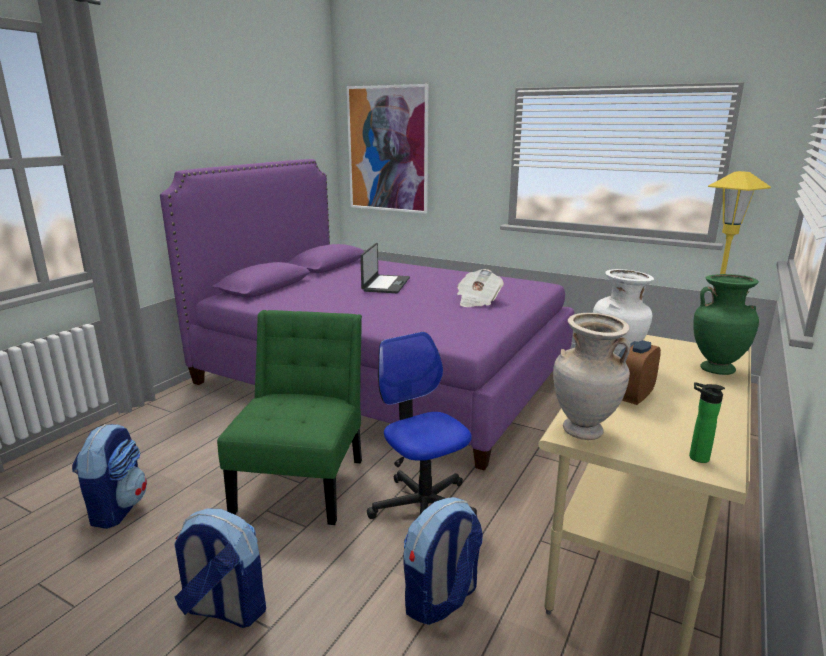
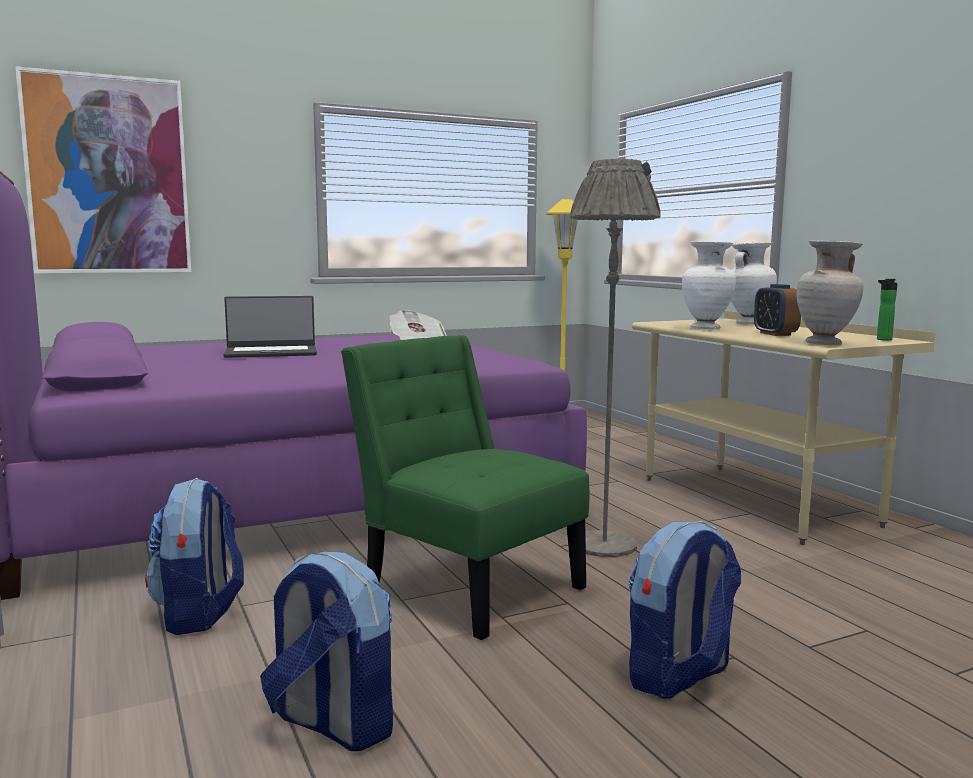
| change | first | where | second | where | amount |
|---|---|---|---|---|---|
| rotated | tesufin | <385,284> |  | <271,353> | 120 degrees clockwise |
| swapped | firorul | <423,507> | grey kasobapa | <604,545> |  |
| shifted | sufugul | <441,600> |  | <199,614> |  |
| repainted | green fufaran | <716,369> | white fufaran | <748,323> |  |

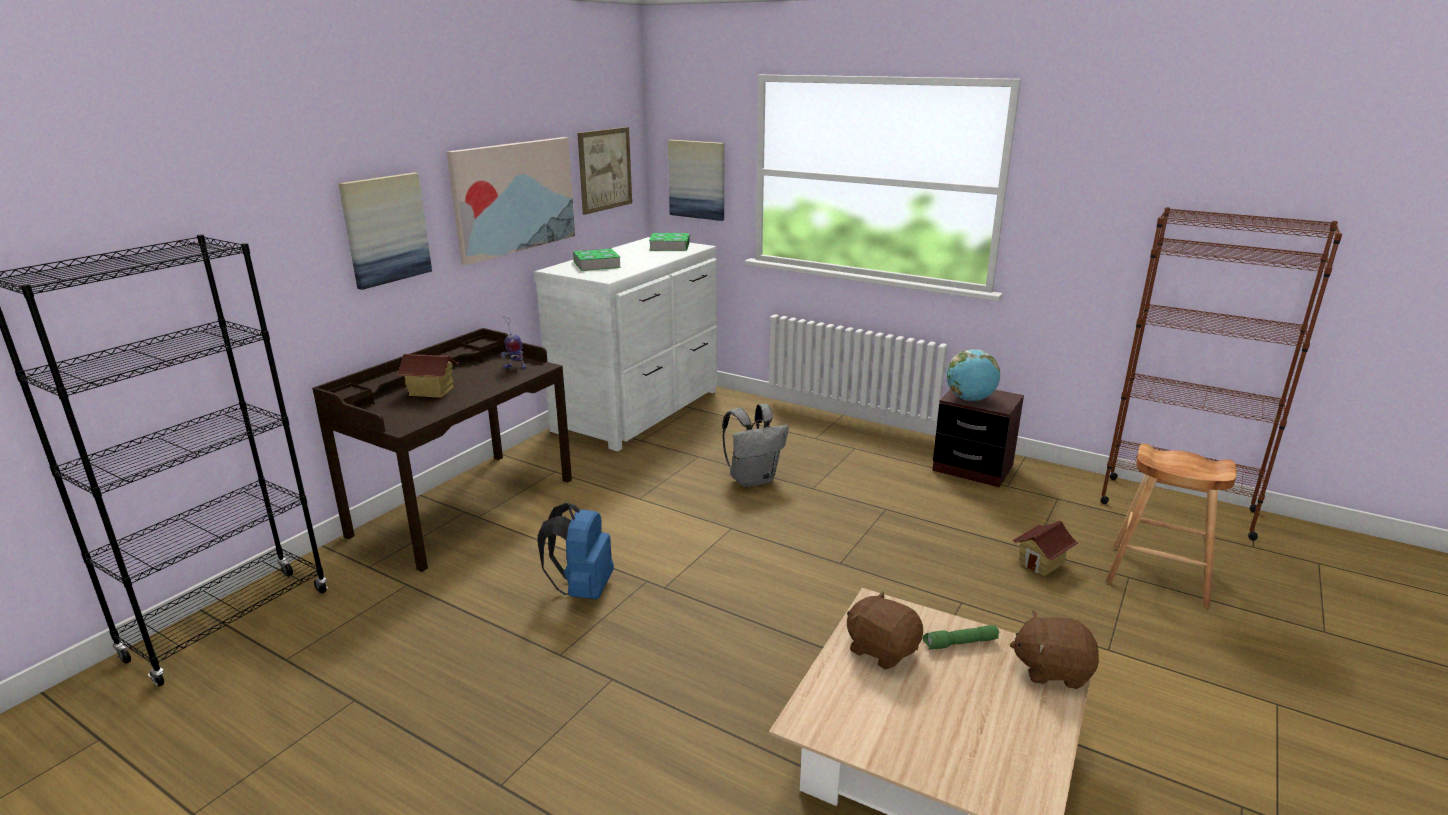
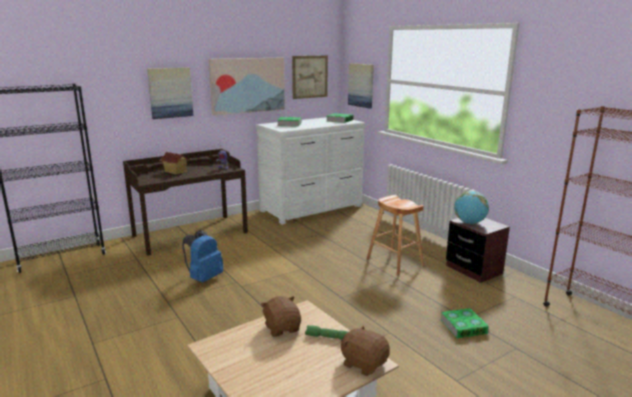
| change | first | where | second | where | amount |
|---|---|---|---|---|---|
| gone | grey sufugul | <753,479> |  |  |  |
| swapped | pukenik | <1041,563> | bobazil | <463,326> |  |
| shifted | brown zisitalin | <1158,576> |  | <395,262> |  |

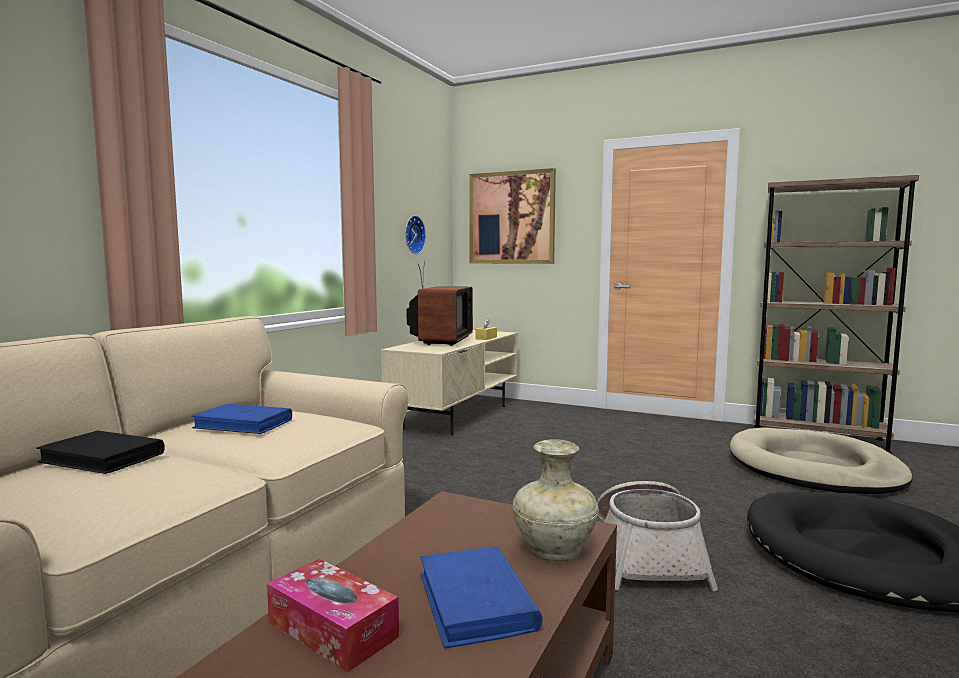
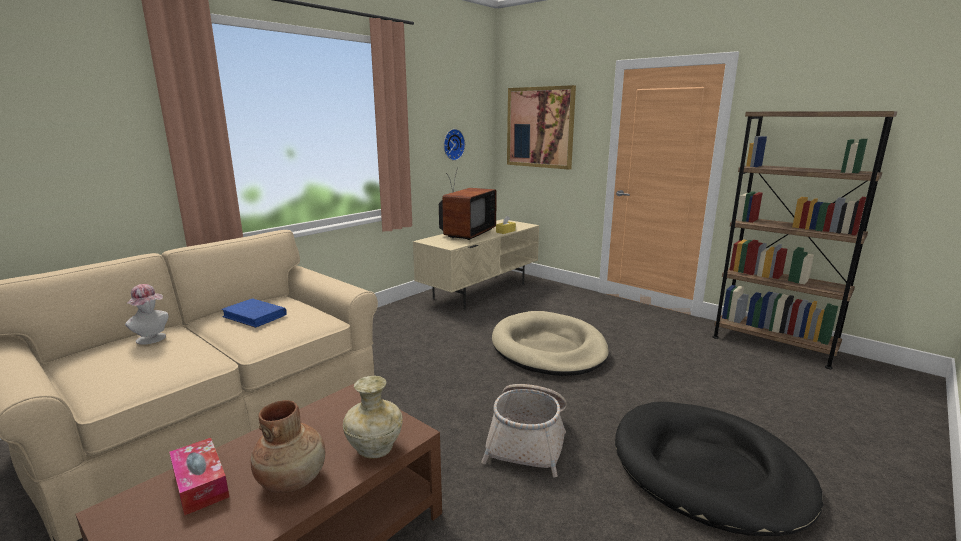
| change | first | where | second | where | amount |
|---|---|---|---|---|---|
| swapped | black bobazil | <103,458> | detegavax | <153,339> |  |
| swapped | blue bobazil | <476,601> | brown fufaran | <293,479> |  |
| shifted | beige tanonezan | <813,468> |  | <548,348> |  |

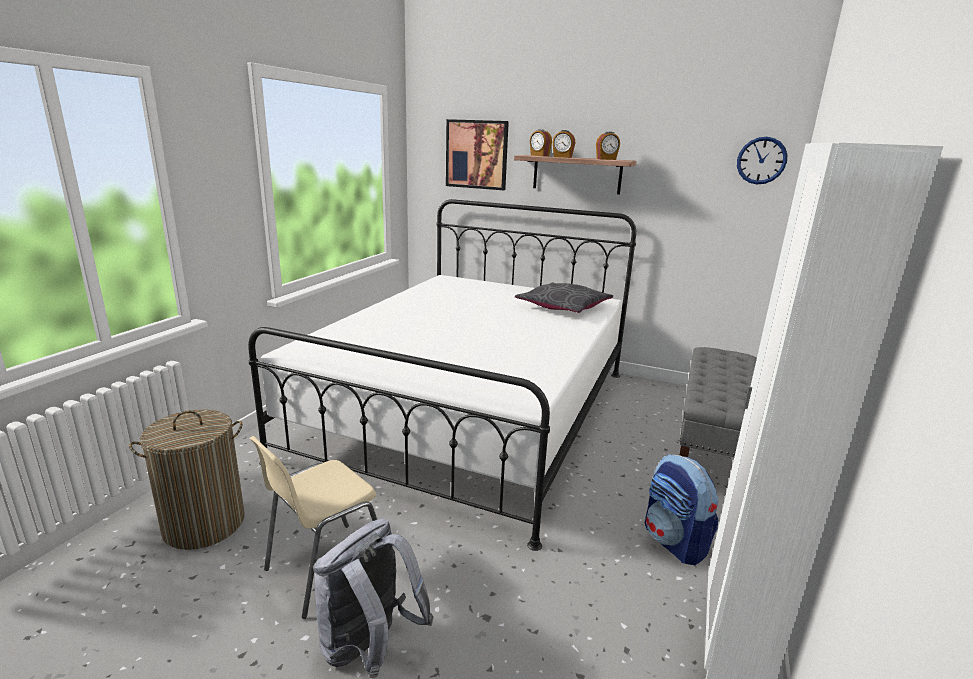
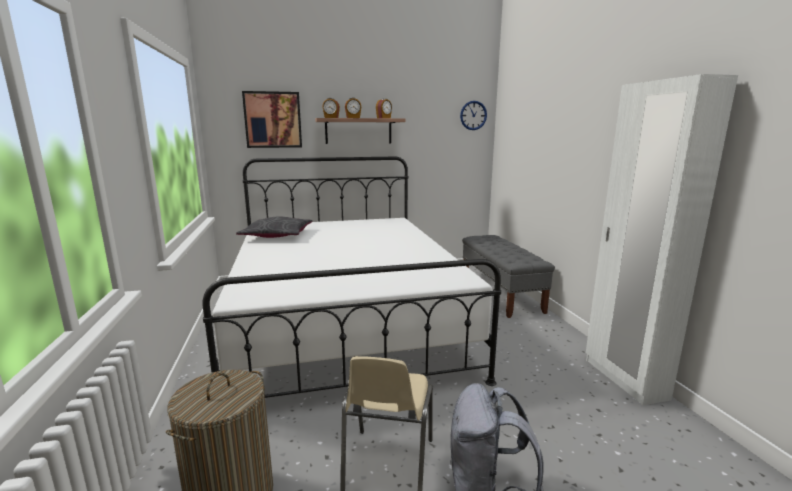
| change | first | where | second | where | amount |
|---|---|---|---|---|---|
| shifted | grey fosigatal | <563,307> |  | <277,235> |  |
| gone | sufugul | <675,542> |  |  |  |

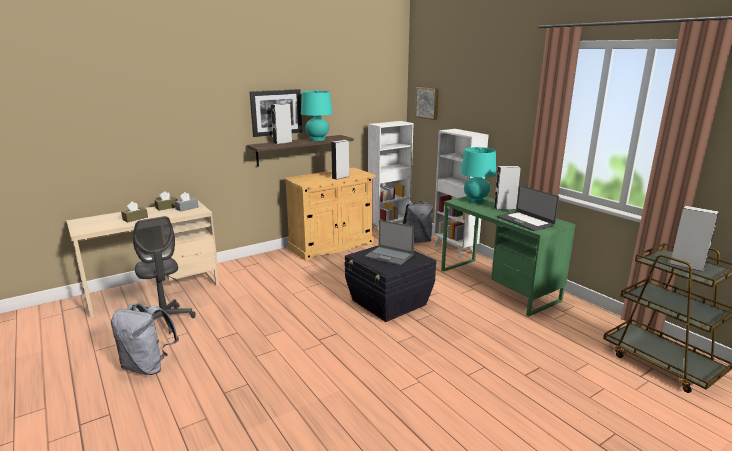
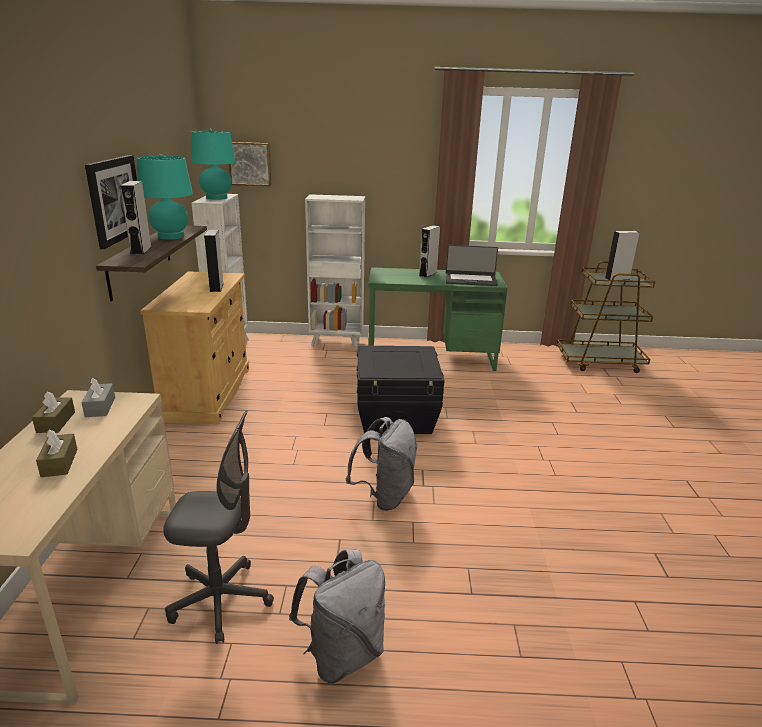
| change | first | where | second | where | amount |
|---|---|---|---|---|---|
| gone | tesufin | <389,256> |  |  |  |
| shifted | grey sufugul | <417,241> |  | <384,496> |  |
| shifted | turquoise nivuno | <475,200> |  | <216,198> |  |

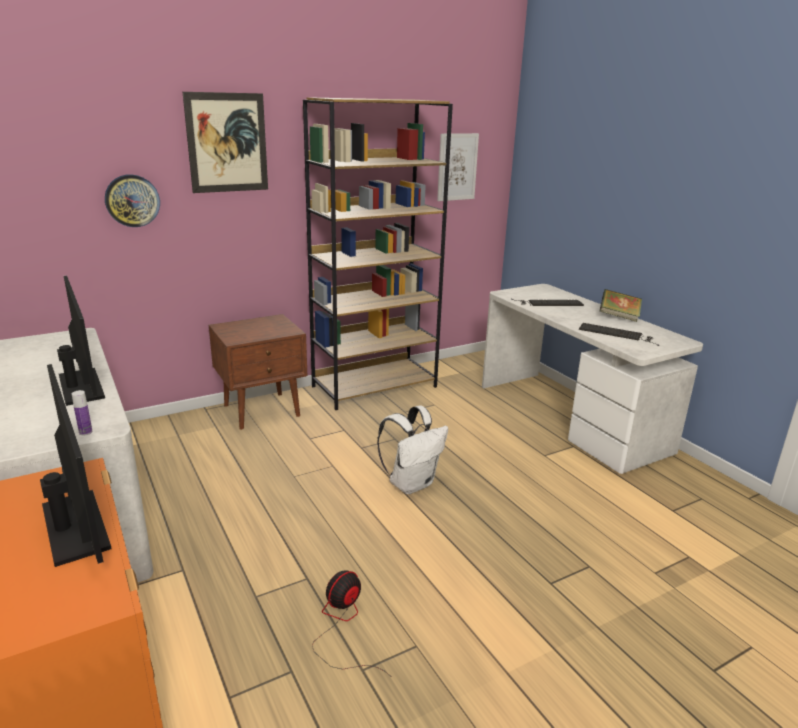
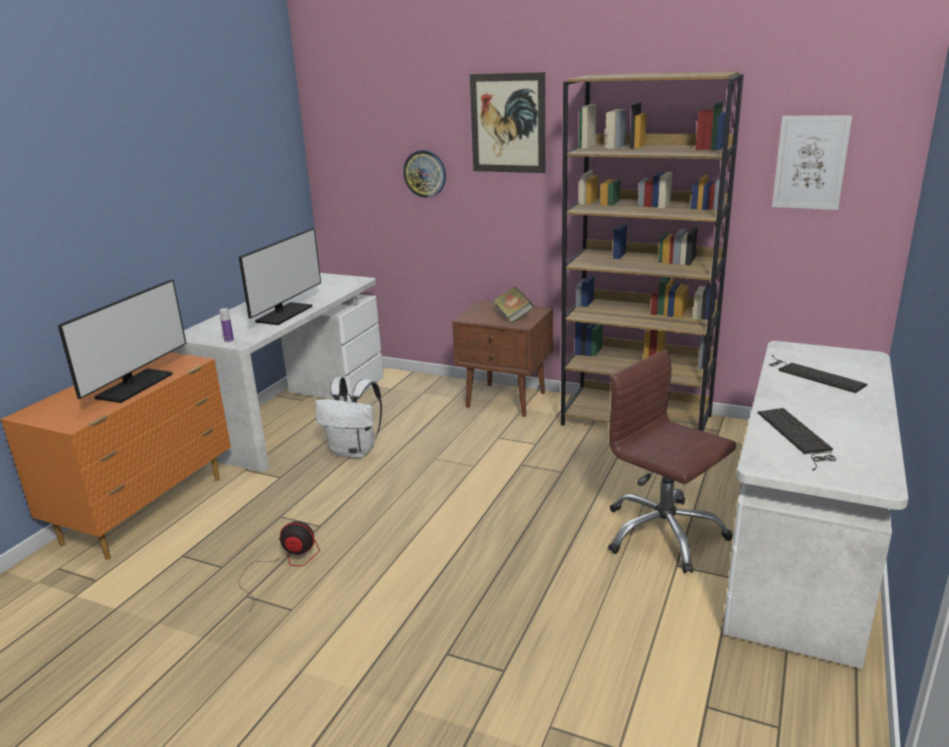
| change | first | where | second | where | amount |
|---|---|---|---|---|---|
| shifted | white sufugul | <411,483> |  | <355,451> |  |
| shifted | bobazil | <618,317> |  | <513,316> |  |
| new |  |  | brown firorul | <663,534> |  |

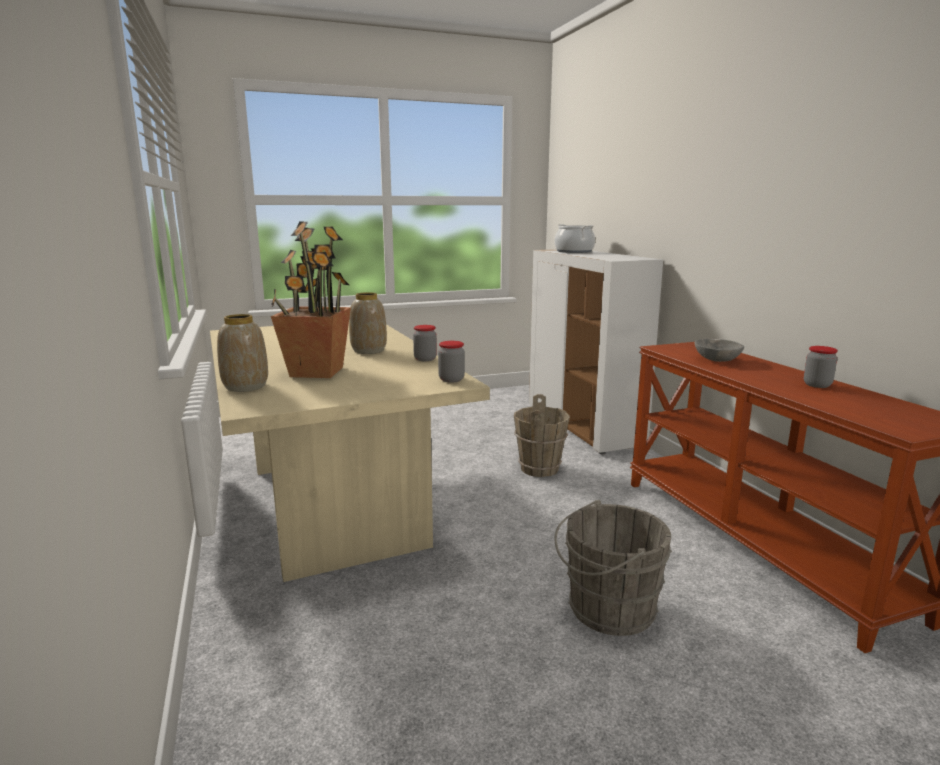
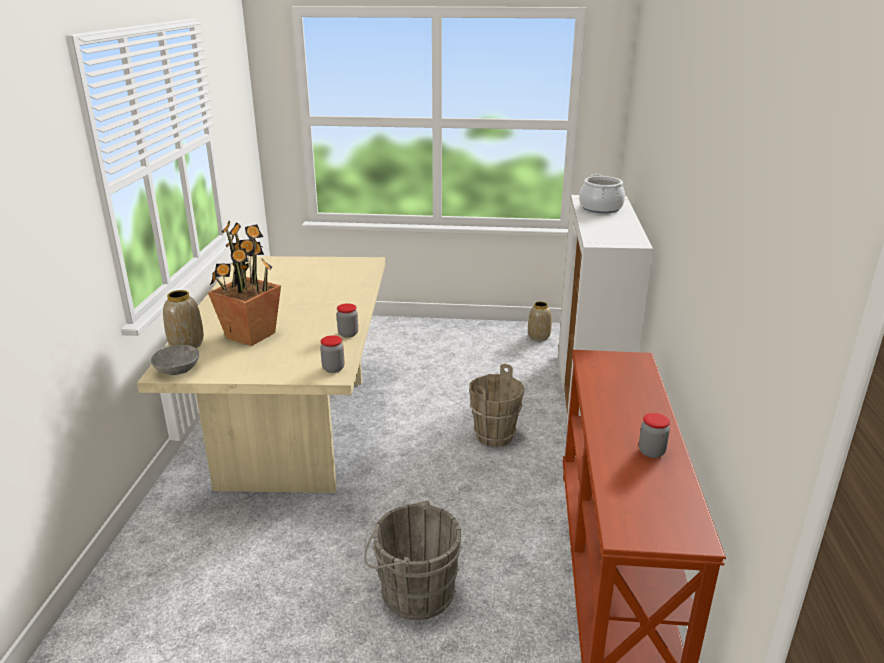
| change | first | where | second | where | amount |
|---|---|---|---|---|---|
| shifted | fufaran | <369,351> |  | <539,337> |  |
| shifted | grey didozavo | <716,360> |  | <177,370> |  |

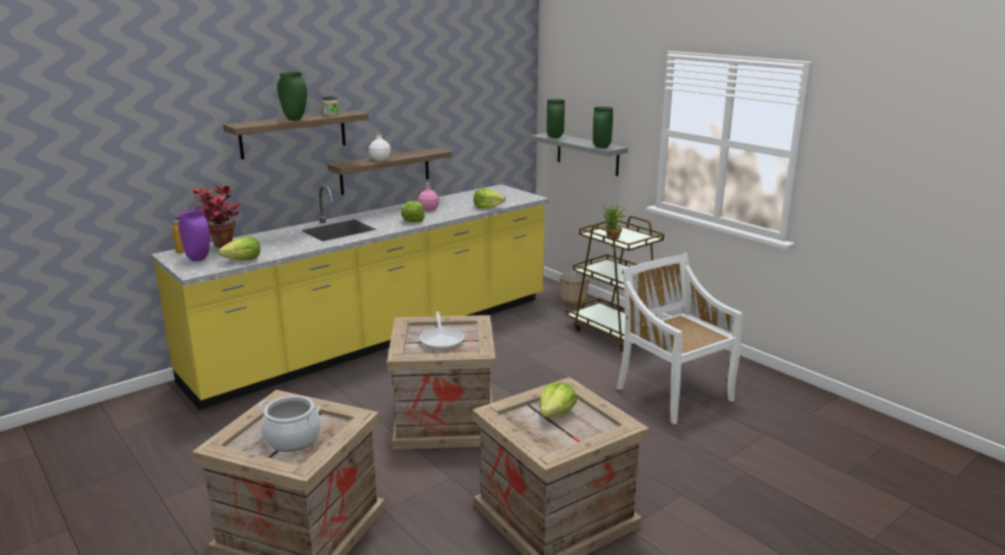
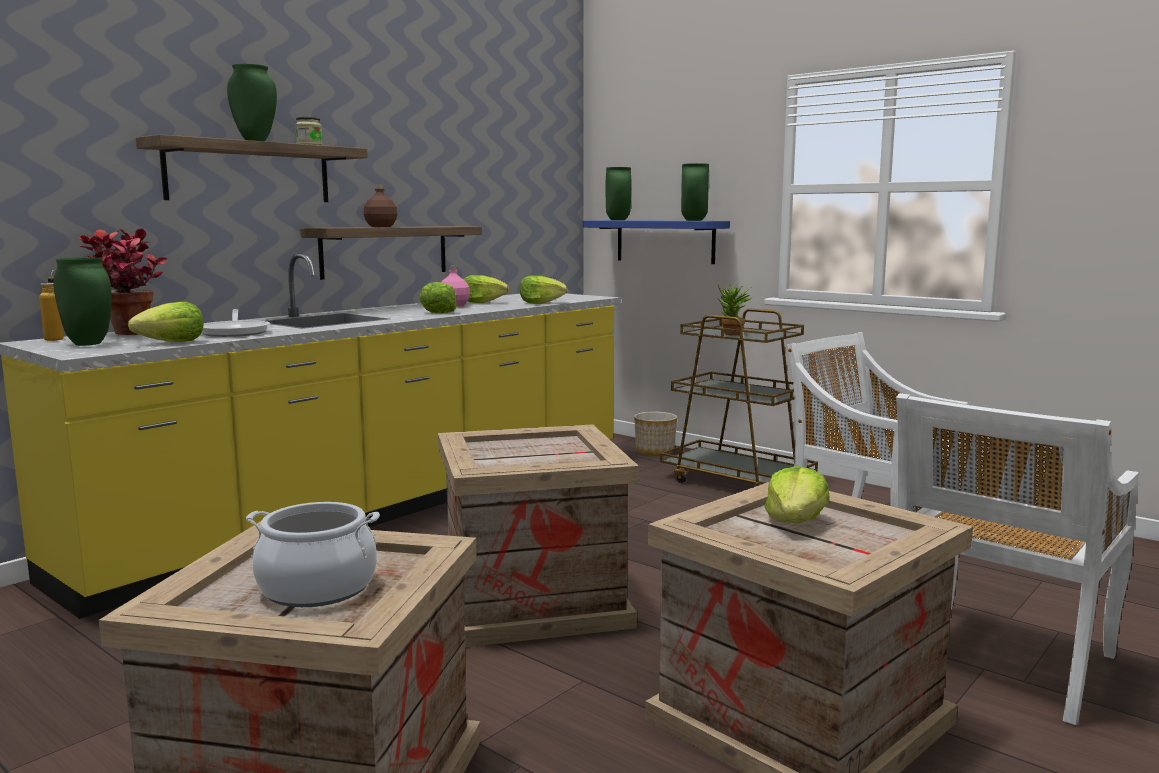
| change | first | where | second | where | amount |
|---|---|---|---|---|---|
| repainted | purple fufaran | <199,259> | green fufaran | <89,344> |  |
| repainted | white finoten | <380,159> | brown finoten | <381,226> |  |
| shifted | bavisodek | <442,339> |  | <235,332> |  |
| repainted | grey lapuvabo | <587,154> | blue lapuvabo | <665,241> |  |
| new |  |  | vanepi | <482,302> |  |
| new |  |  | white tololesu | <998,661> |  |

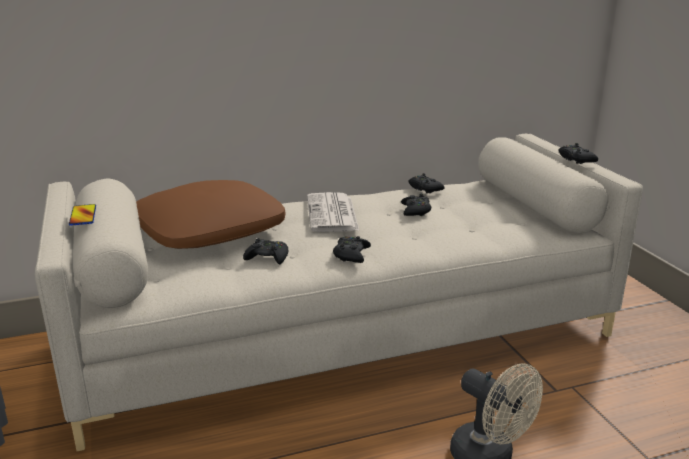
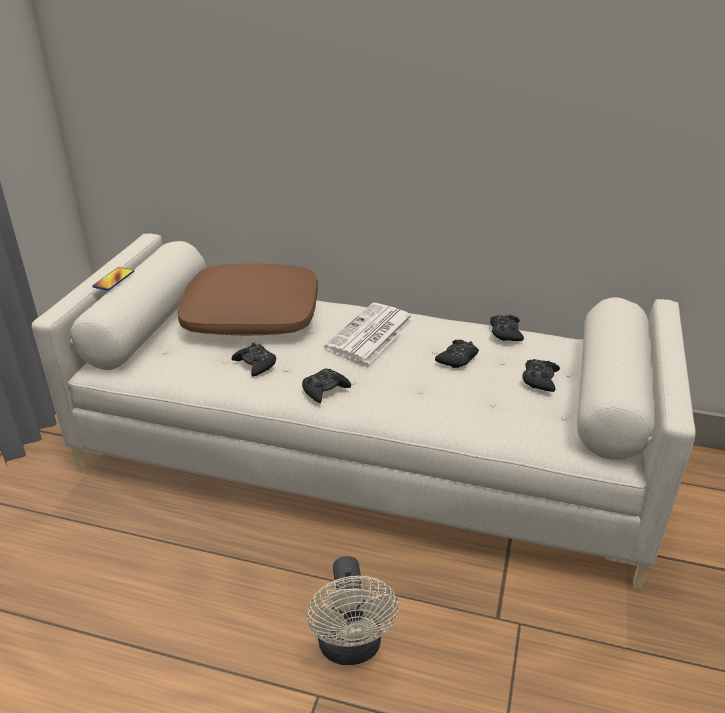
| change | first | where | second | where | amount |
|---|---|---|---|---|---|
| shifted | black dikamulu | <576,159> |  | <539,379> |  |

